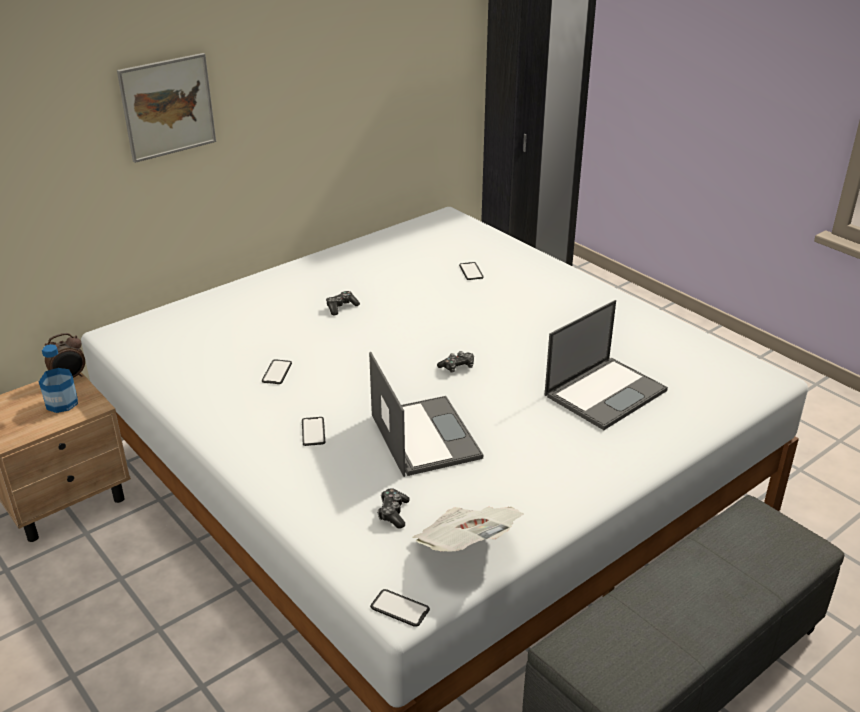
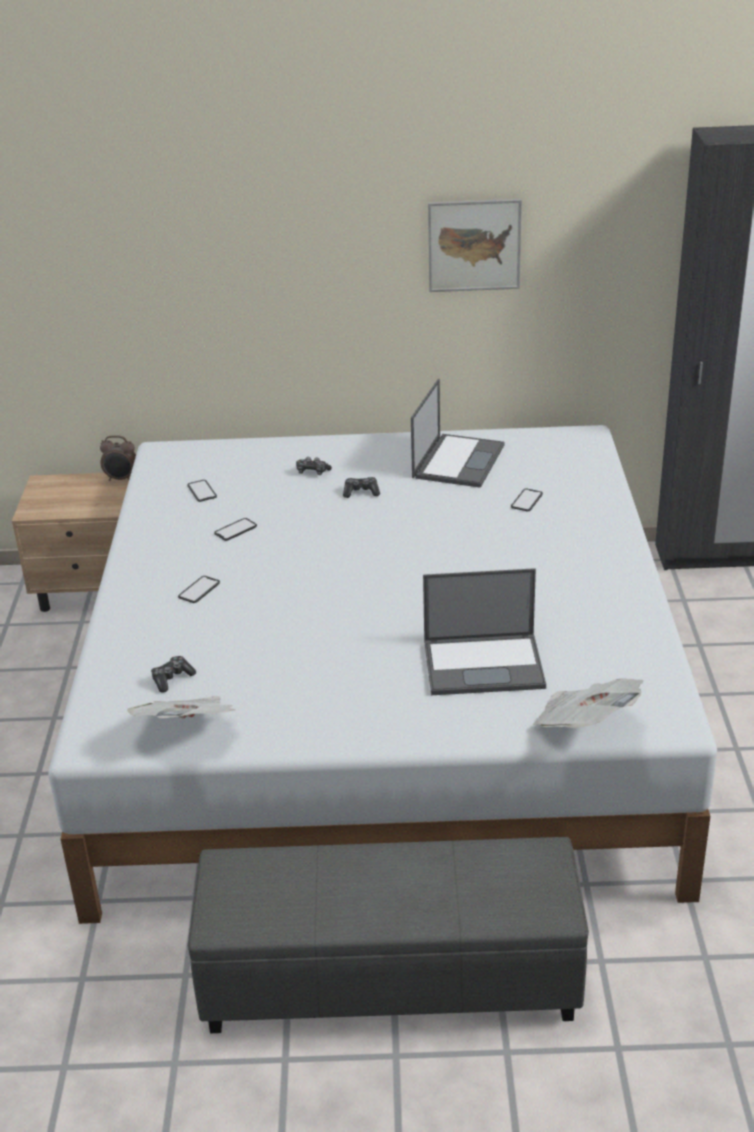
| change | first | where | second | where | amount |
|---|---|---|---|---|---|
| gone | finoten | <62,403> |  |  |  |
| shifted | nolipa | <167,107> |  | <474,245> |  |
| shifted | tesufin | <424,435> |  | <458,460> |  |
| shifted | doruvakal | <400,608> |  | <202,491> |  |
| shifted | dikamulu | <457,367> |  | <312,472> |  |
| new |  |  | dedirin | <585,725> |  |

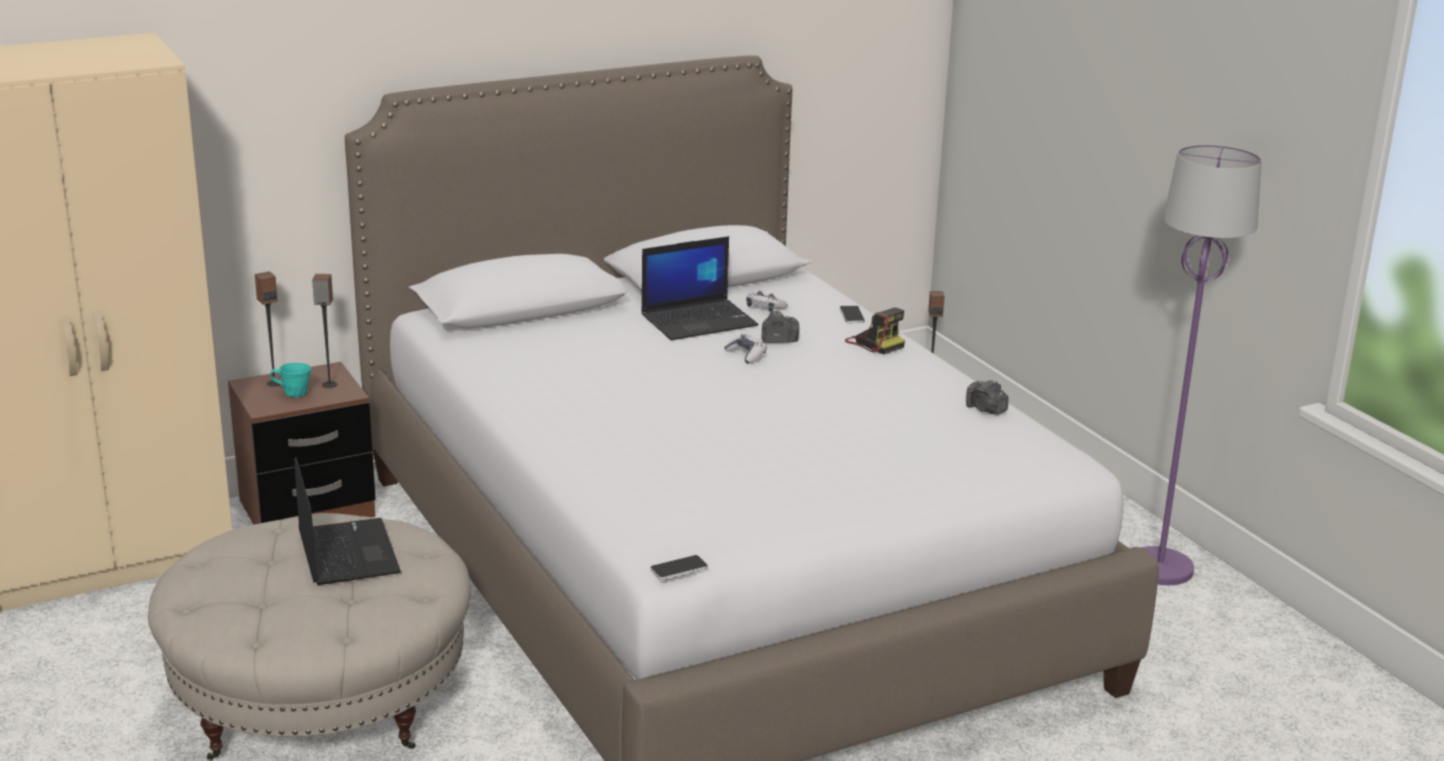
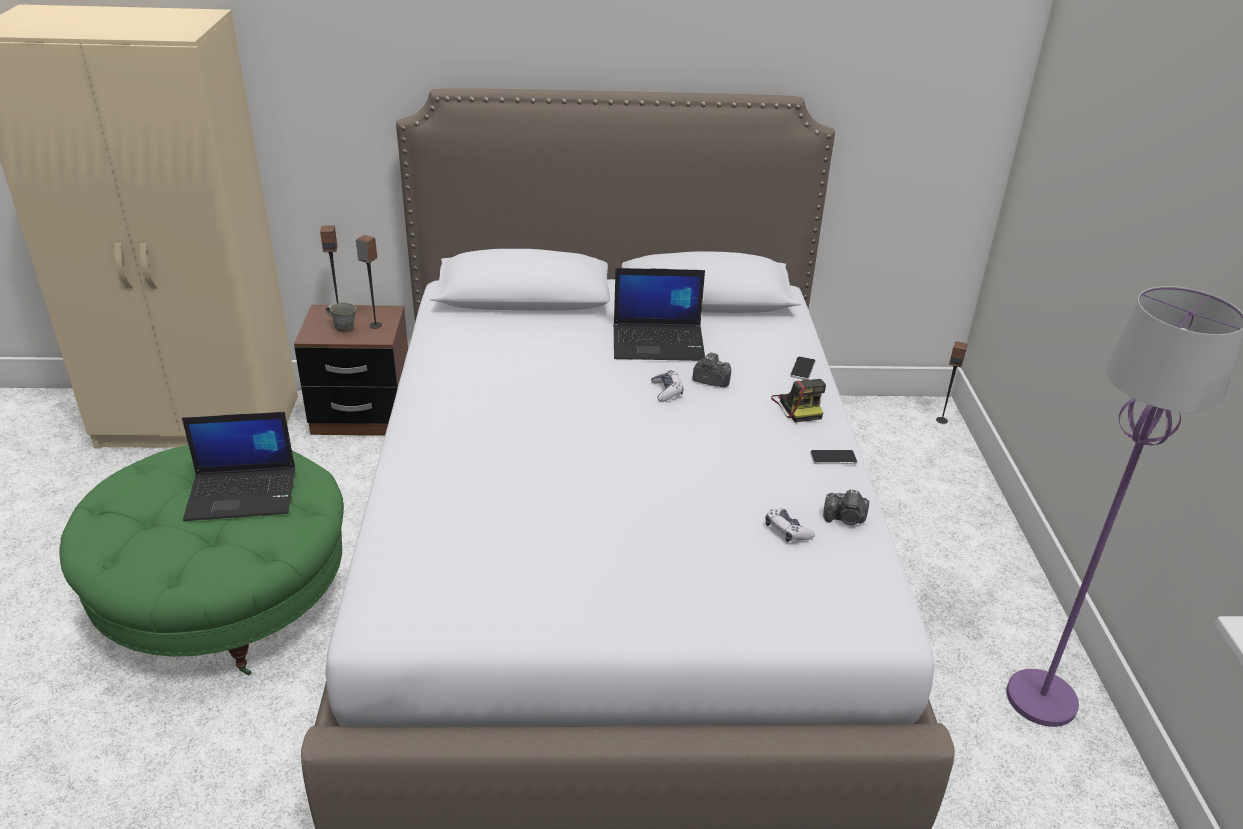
| change | first | where | second | where | amount |
|---|---|---|---|---|---|
| repainted | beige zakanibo | <320,700> | green zakanibo | <226,600> |  |
| repainted | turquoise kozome | <294,393> | grey kozome | <343,327> |  |
| rotated | tesufin | <346,552> |  | <243,493> | 75 degrees clockwise |
| shifted | doruvakal | <679,568> |  | <833,458> |  |
| shifted | dikamulu | <765,308> |  | <787,531> |  |
| rotated | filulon | <985,409> |  | <845,519> | 60 degrees counterclockwise |

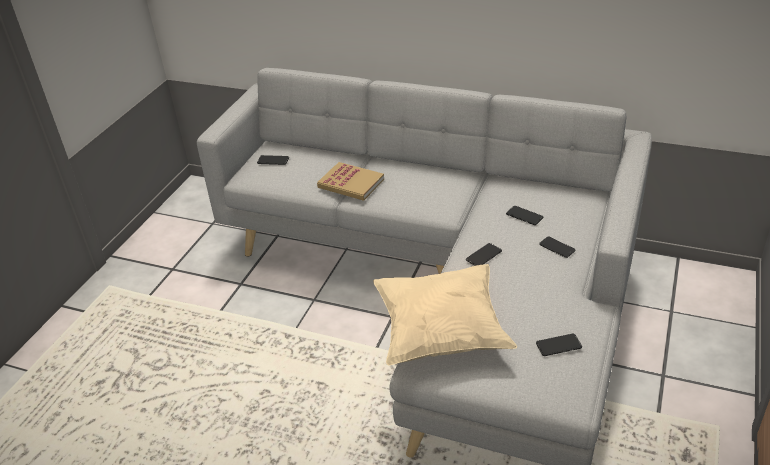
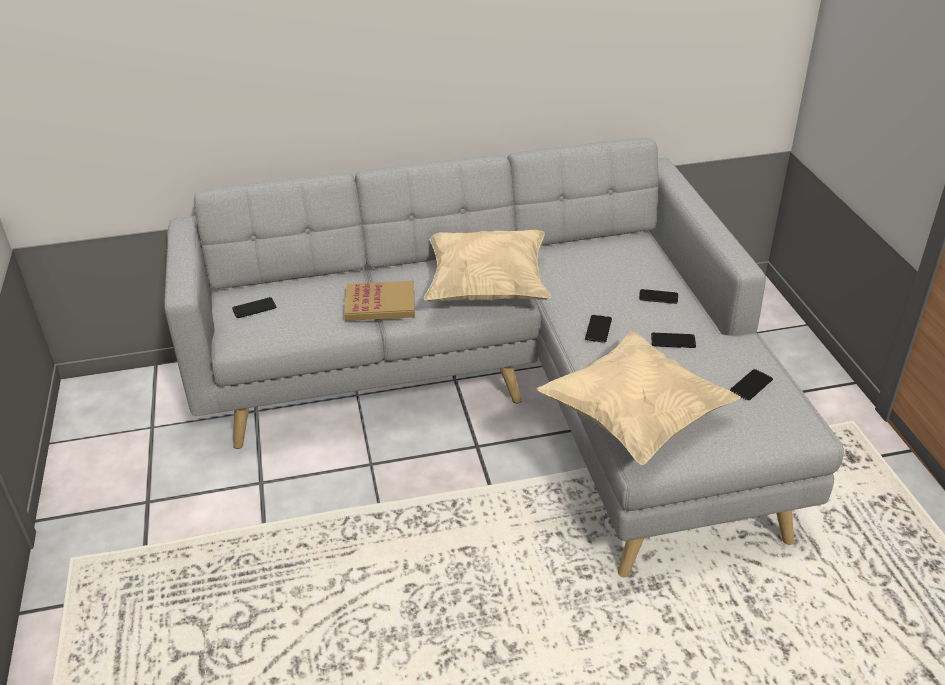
| change | first | where | second | where | amount |
|---|---|---|---|---|---|
| shifted | doruvakal | <524,216> |  | <673,341> |  |
| new |  |  | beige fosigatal | <487,288> |  |

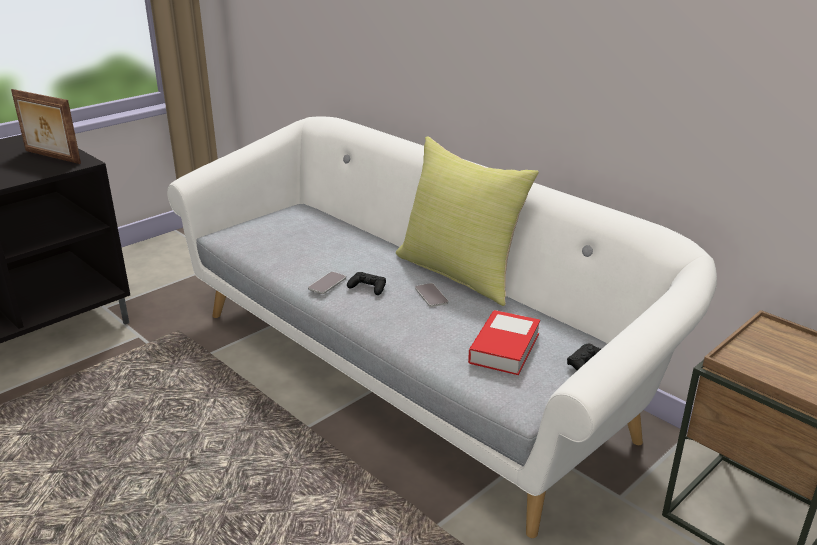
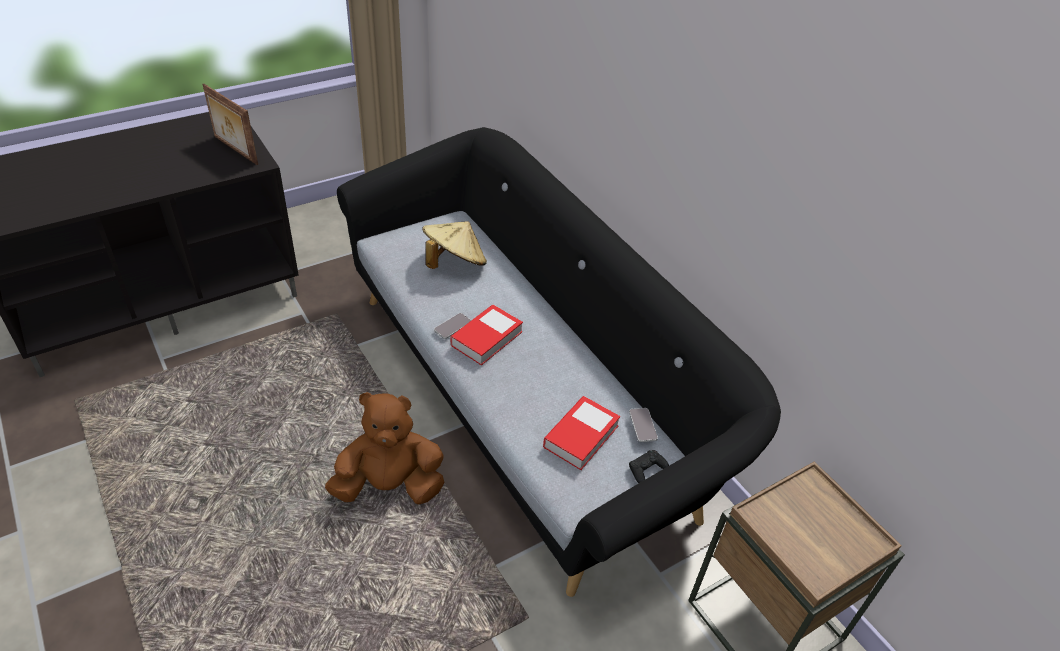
| change | first | where | second | where | amount |
|---|---|---|---|---|---|
| repainted | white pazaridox | <408,368> | black pazaridox | <524,397> |  |
| swapped | black dikamulu | <368,287> | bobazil | <486,338> |  |
| gone | yellow fosigatal | <460,273> |  |  |  |
| shifted | doruvakal | <431,296> |  | <643,425> |  |
| new |  |  | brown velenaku | <390,486> |  |
| new |  |  | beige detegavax | <454,263> |  |

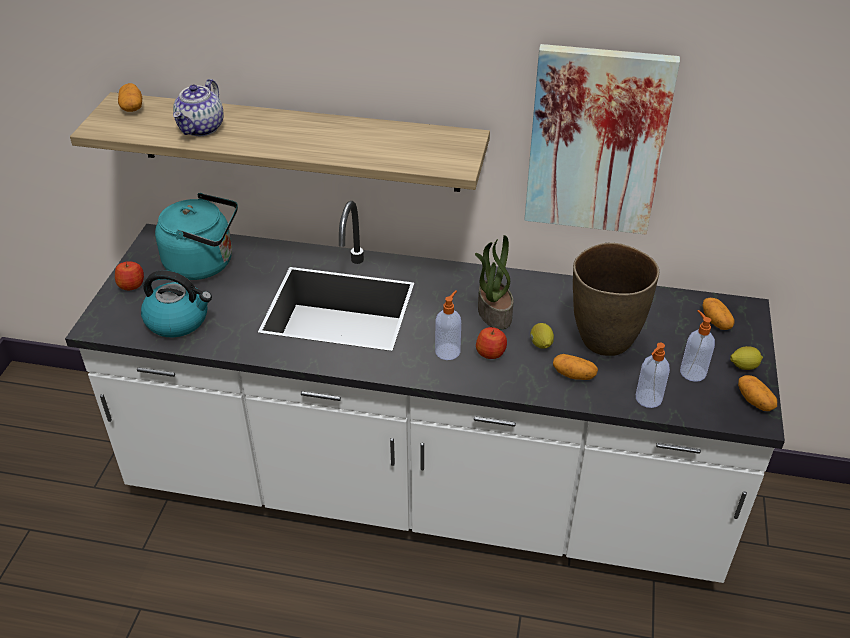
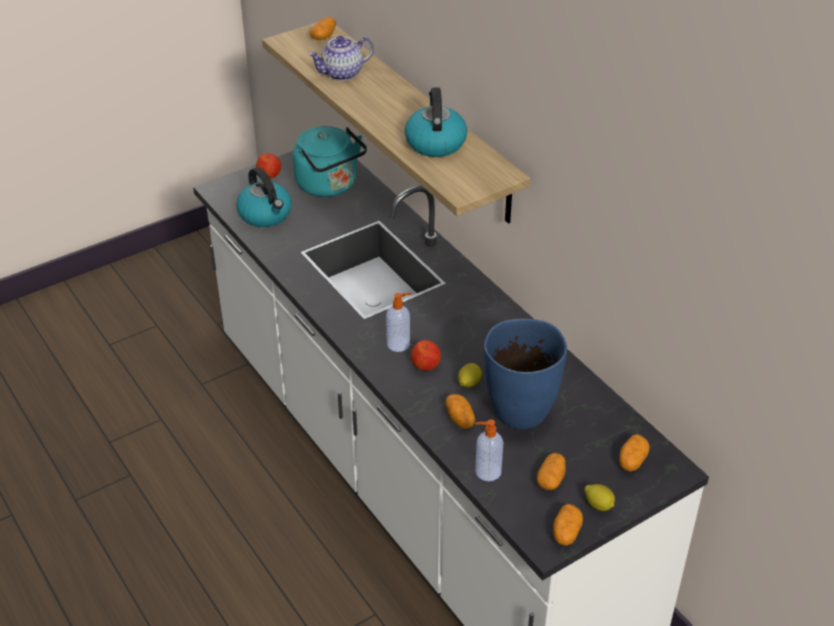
| change | first | where | second | where | amount |
|---|---|---|---|---|---|
| gone | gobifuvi | <493,313> |  |  |  |
| gone | nolipa | <596,141> |  |  |  |
| repainted | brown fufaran | <604,340> | blue fufaran | <519,412> |  |
| swapped | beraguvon | <692,372> | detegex | <551,479> |  |
| new |  |  | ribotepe | <435,142> |  |

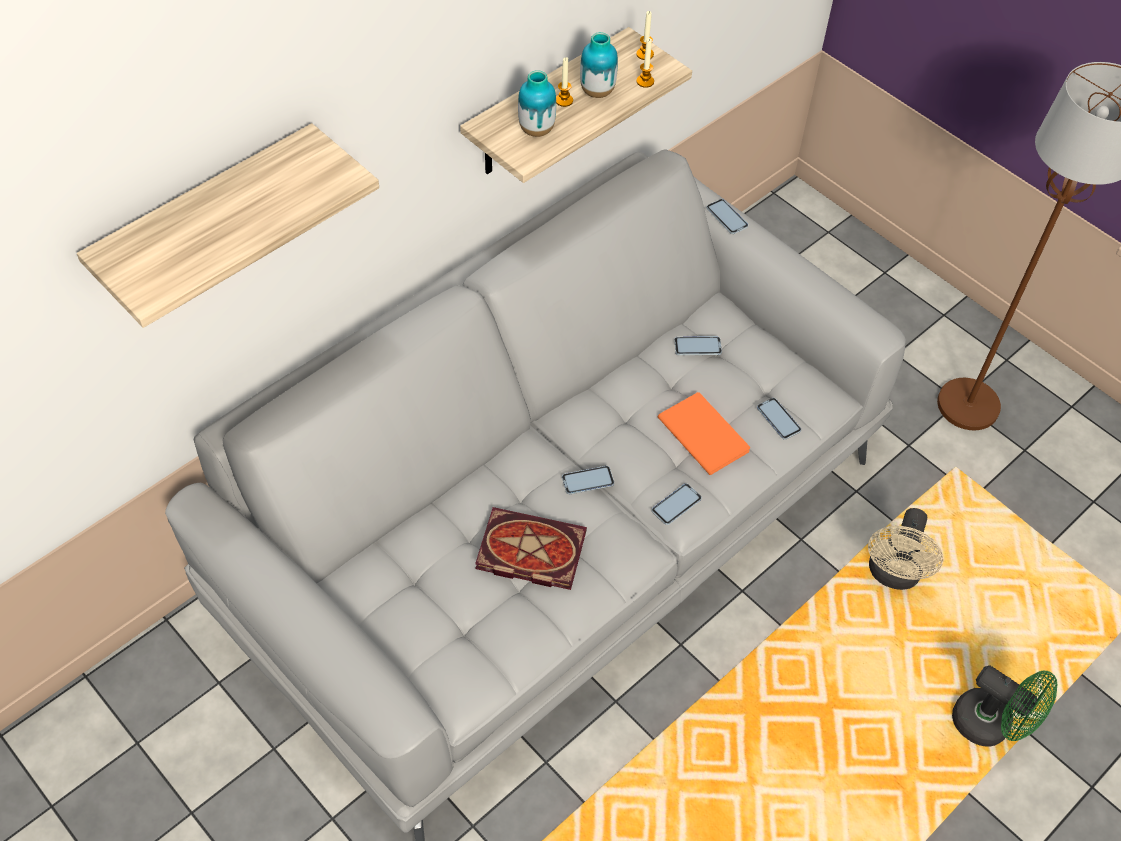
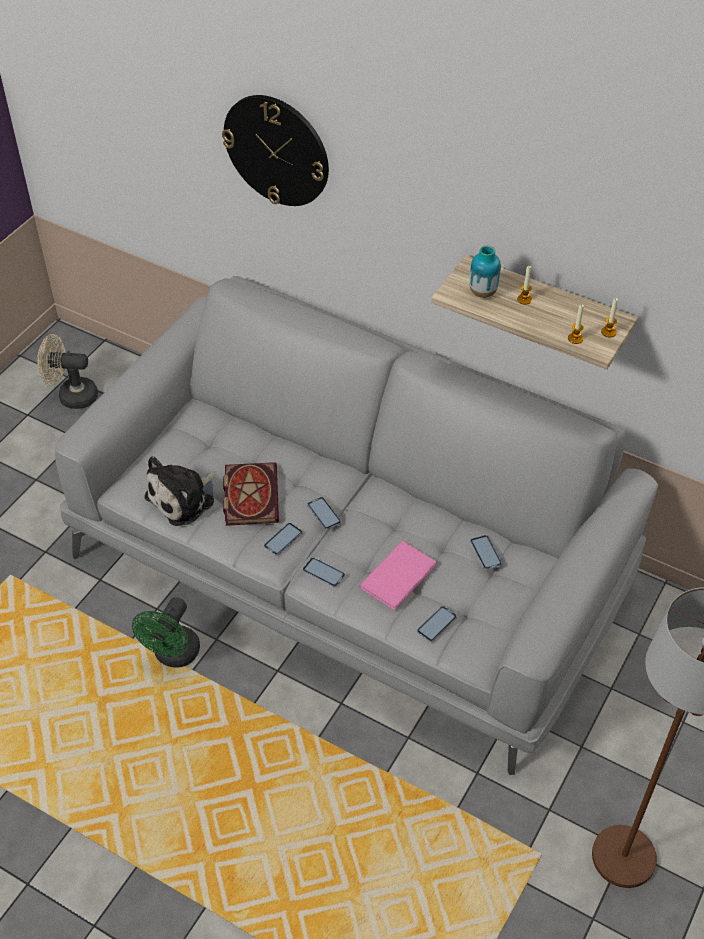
| change | first | where | second | where | amount |
|---|---|---|---|---|---|
| swapped | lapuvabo | <208,220> | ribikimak | <277,150> |  |
| gone | fufaran | <597,92> |  |  |  |
| repainted | orange bobazil | <703,432> | pink bobazil | <401,576> |  |
| shifted | doruvakal | <726,217> |  | <283,540> |  |
| shifted | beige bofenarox | <893,575> |  | <71,396> |  |
| shifted | green bofenarox | <990,725> |  | <173,656> |  |
| new |  |  | velenaku | <184,498> |  |

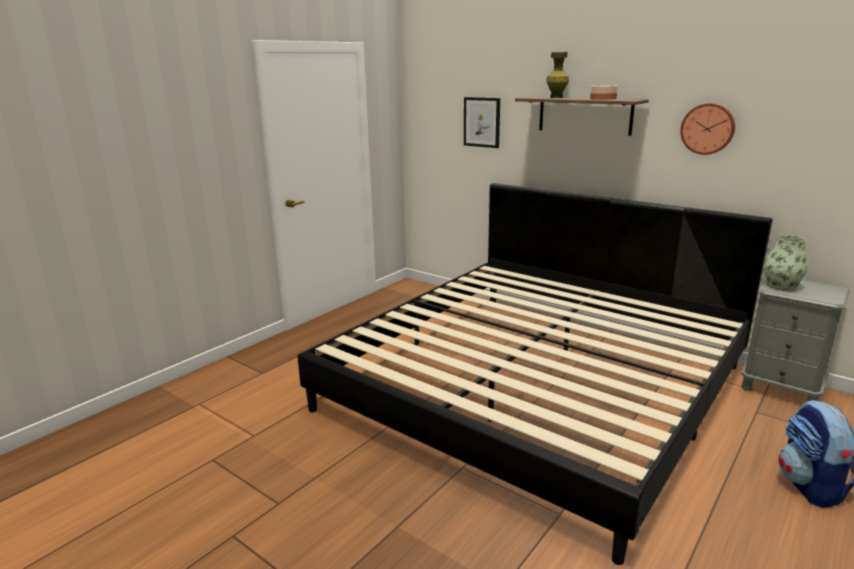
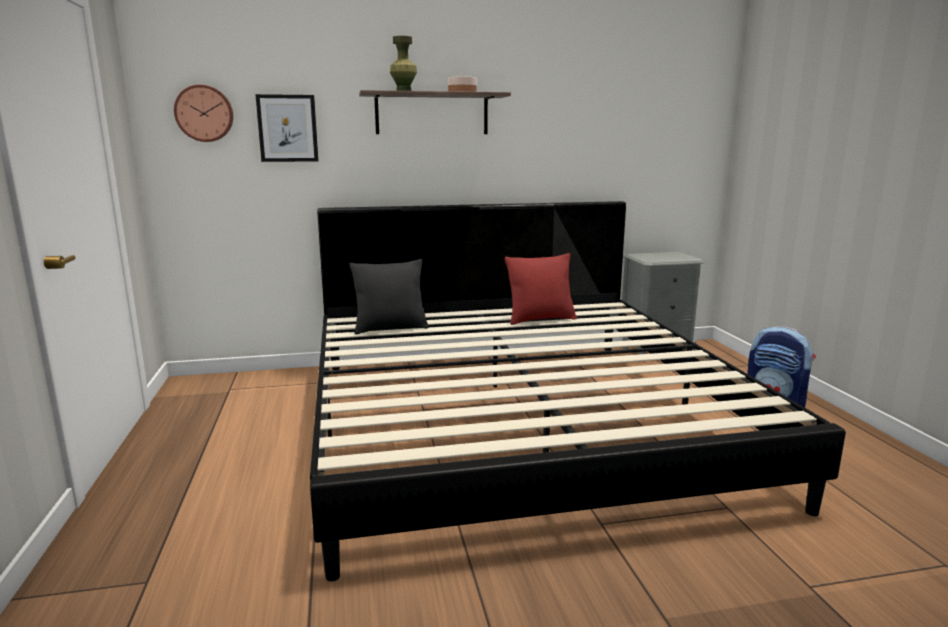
| change | first | where | second | where | amount |
|---|---|---|---|---|---|
| shifted | ribikimak | <708,128> |  | <204,113> |  |
| gone | fufaran | <781,286> |  |  |  |
| new |  |  | black fosigatal | <390,328> |  |
| new |  |  | red fosigatal | <540,319> |  |

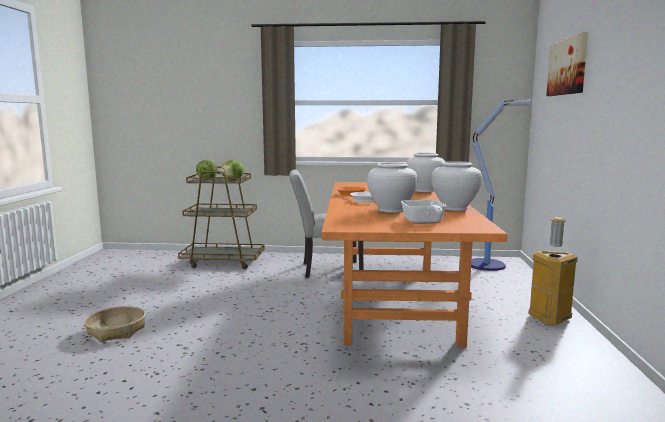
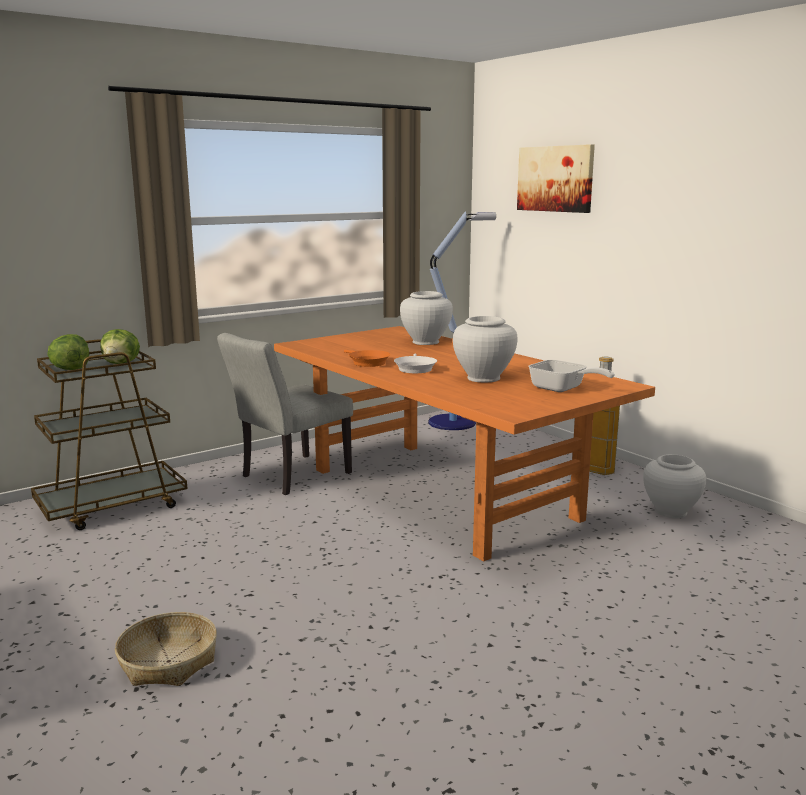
| change | first | where | second | where | amount |
|---|---|---|---|---|---|
| shifted | white fufaran | <455,208> |  | <671,512> |  |

